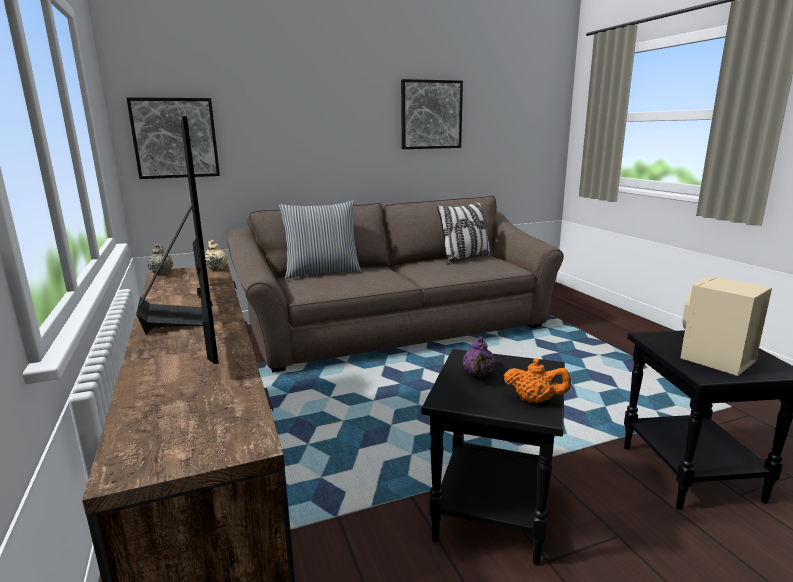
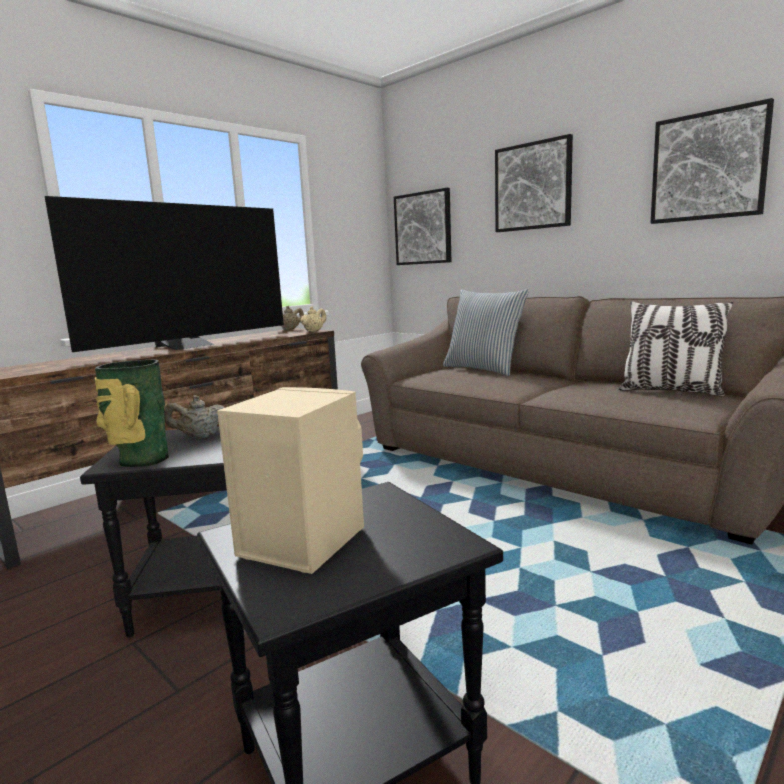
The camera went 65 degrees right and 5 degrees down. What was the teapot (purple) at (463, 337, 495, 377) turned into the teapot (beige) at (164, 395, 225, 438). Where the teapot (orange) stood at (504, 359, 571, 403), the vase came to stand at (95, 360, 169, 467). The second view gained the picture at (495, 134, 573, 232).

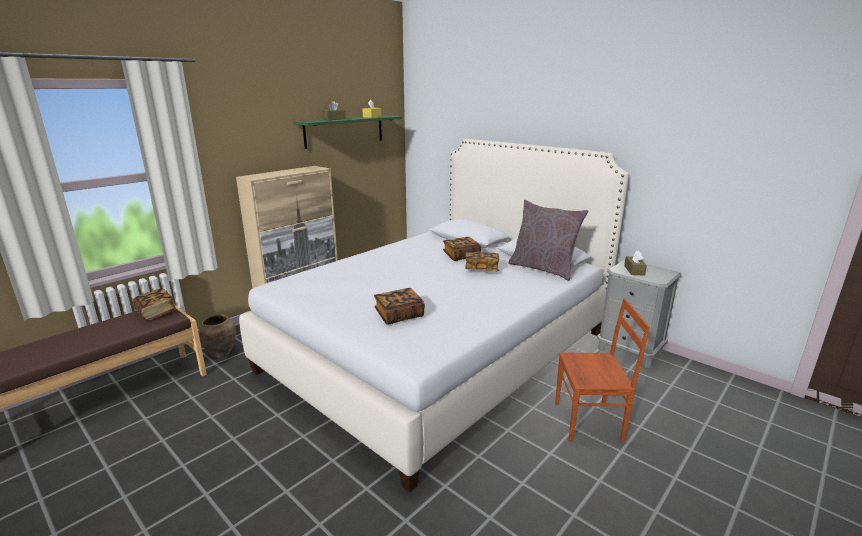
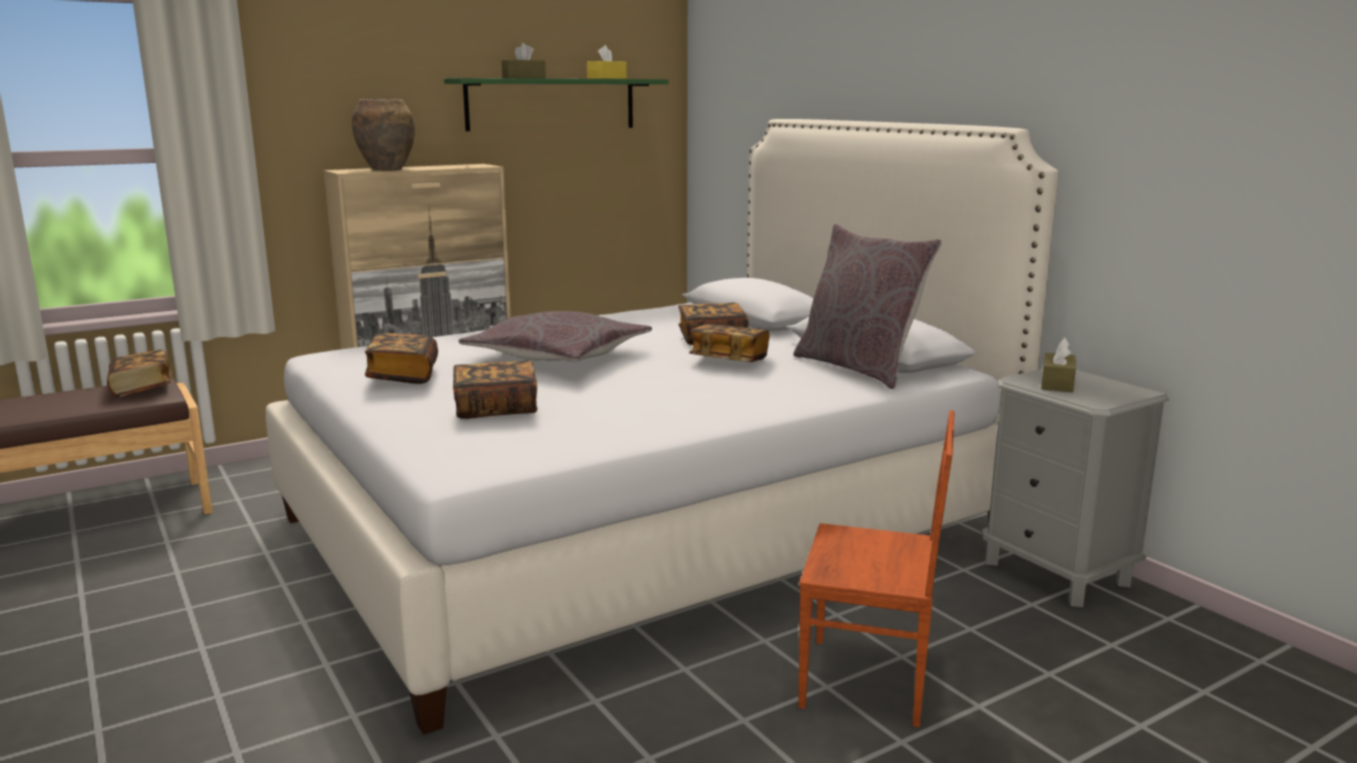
The camera went 15 degrees right and 5 degrees down. The vase (brown) ended up elsewhere, having gone from (199, 314, 236, 358) to (352, 99, 415, 170). The second view gained the pillow (grey) at (459, 311, 652, 362). The second view gained the book at (365, 333, 438, 384).

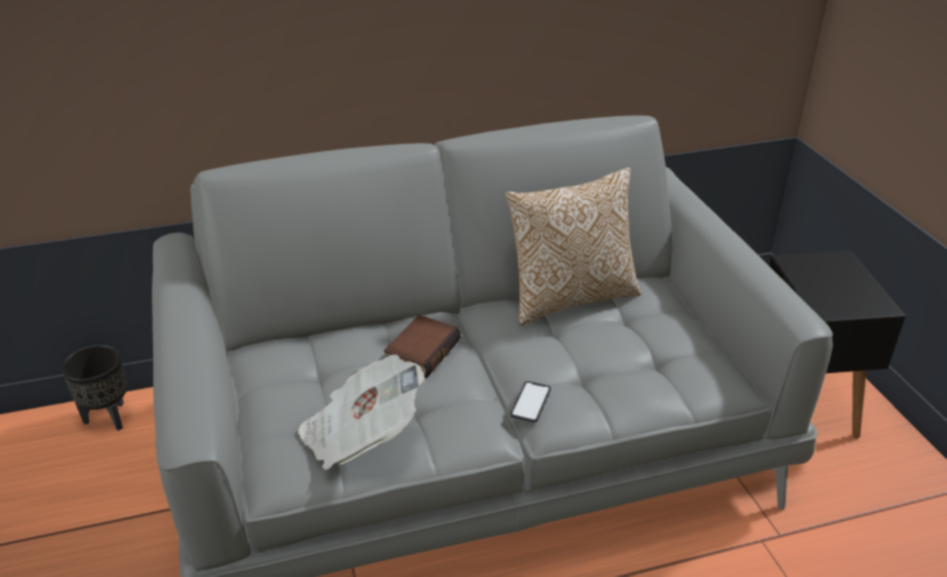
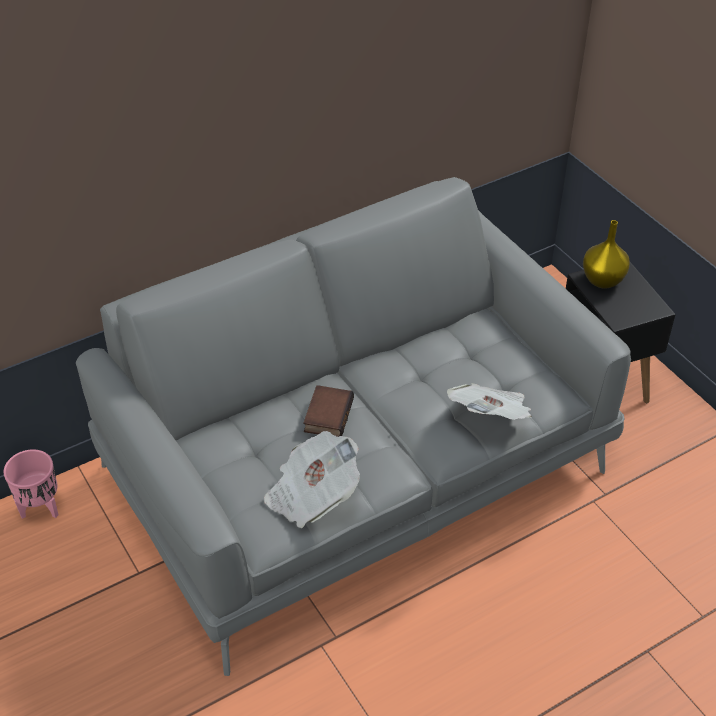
The camera went 15 degrees left and 10 degrees up. The second view lost the pillow at (505, 167, 641, 325). What was the planter (black) at (62, 345, 127, 431) turned into the planter (pink) at (3, 449, 59, 519). The second view lost the phone at (510, 381, 551, 423). The second view gained the vase (yellow) at (583, 220, 630, 288). The second view gained the newspaper at (447, 383, 531, 420).

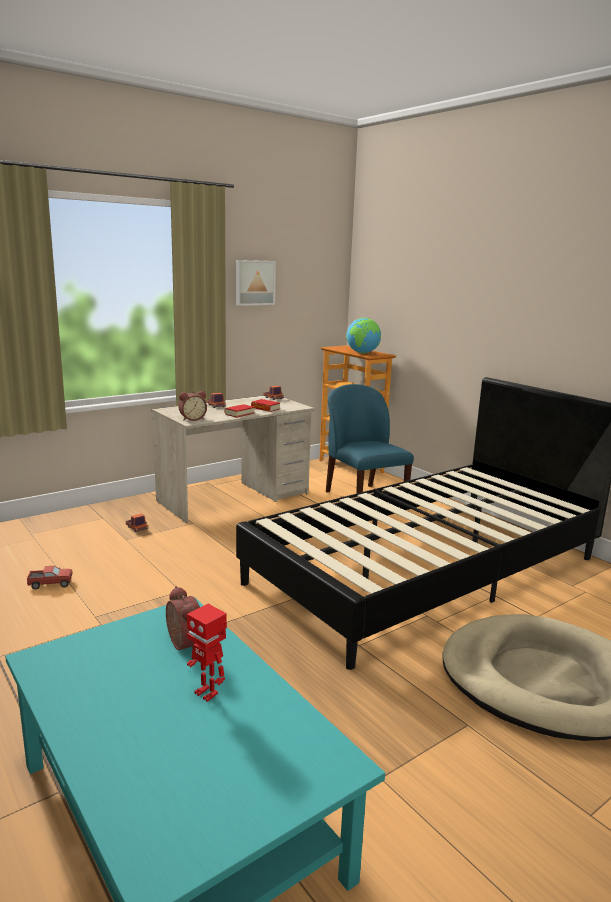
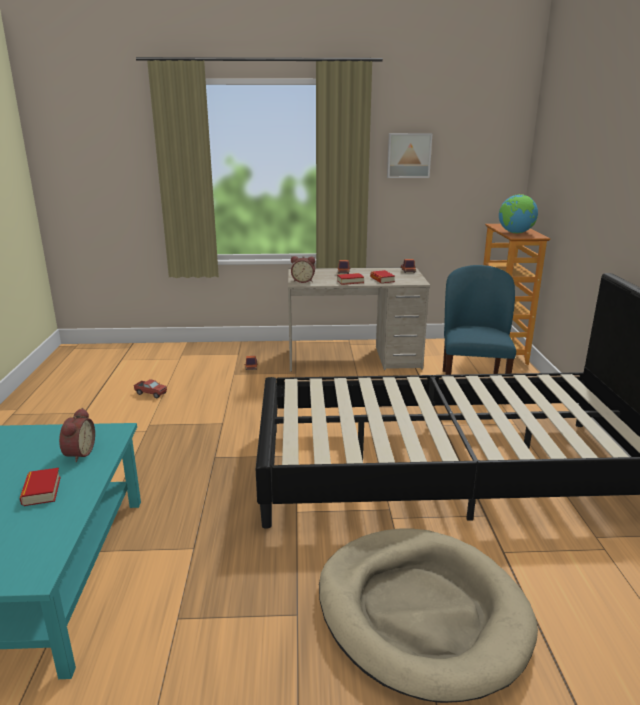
The camera went 35 degrees right and 5 degrees up. Where the toy robot stood at (187, 604, 227, 702), the book came to stand at (20, 468, 61, 506).

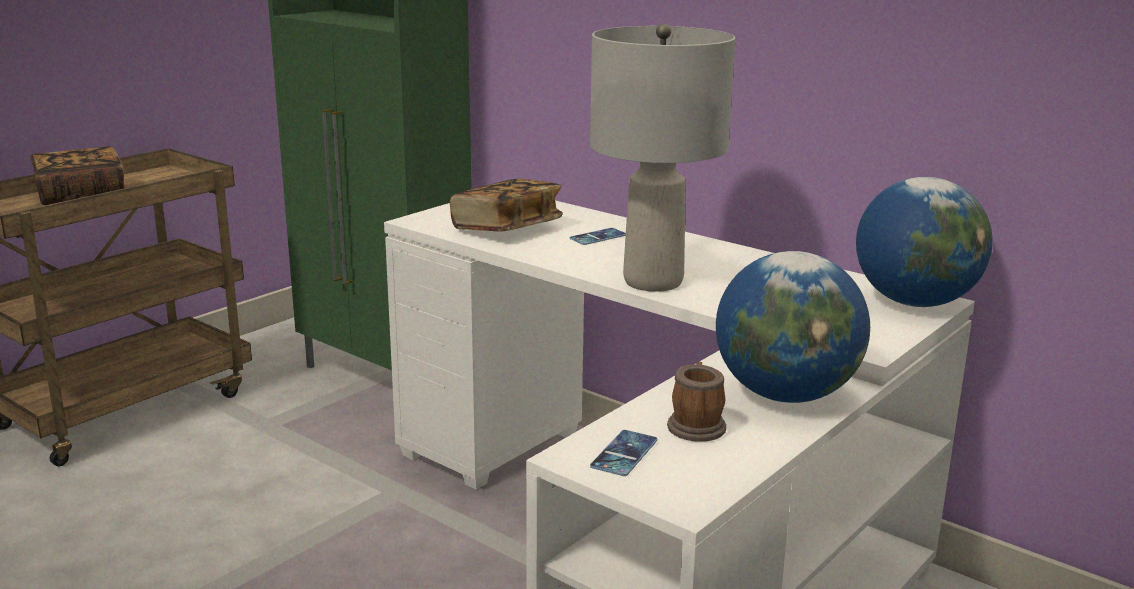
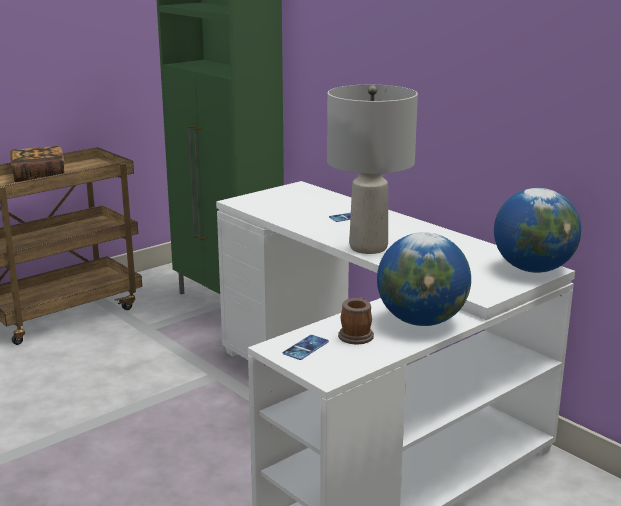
The camera went 10 degrees right and 0 degrees up. The second view lost the book at (450, 179, 563, 232).

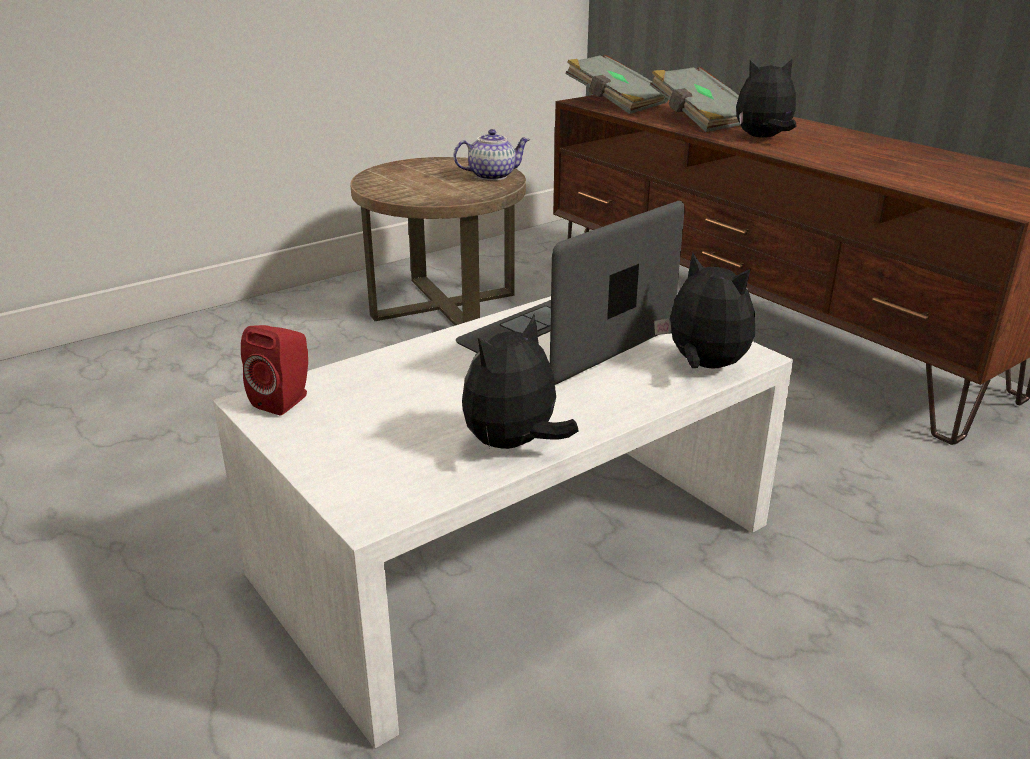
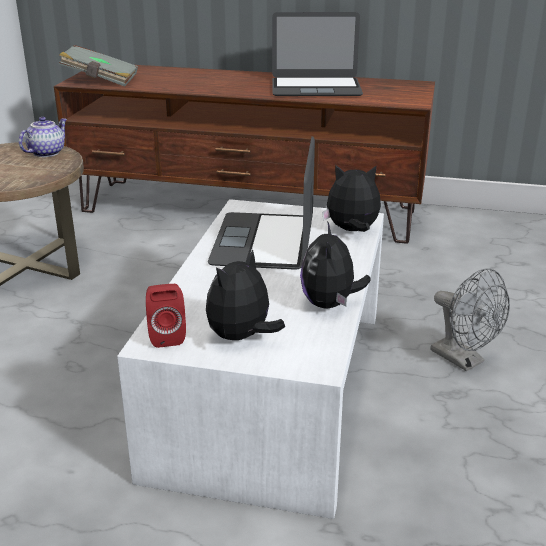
The camera went 40 degrees left and 0 degrees up. The plush toy ended up elsewhere, having gone from (736, 58, 796, 138) to (206, 249, 285, 342). The second view lost the book (grey) at (650, 67, 740, 132). The second view gained the laptop at (272, 12, 363, 96). The second view gained the fan (grey) at (431, 268, 510, 371).

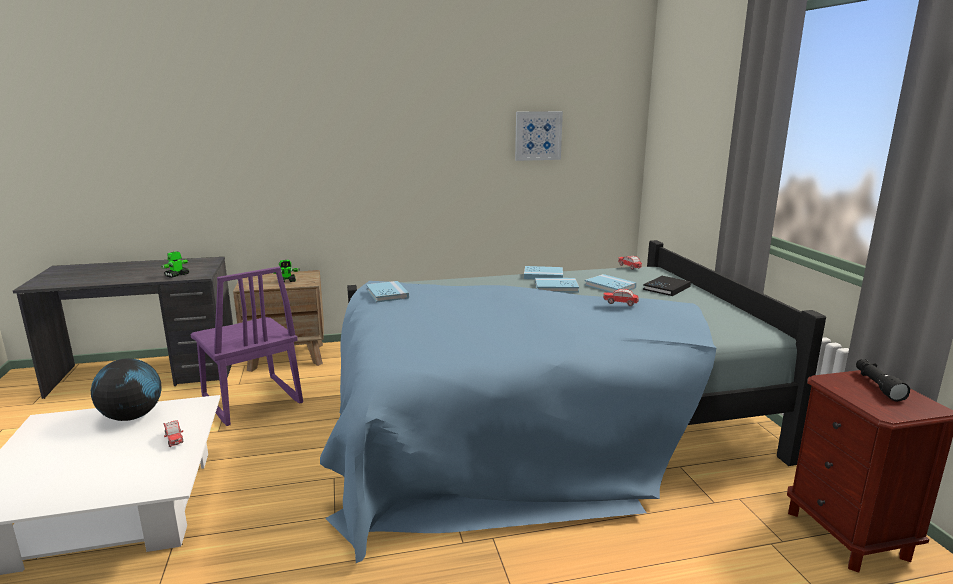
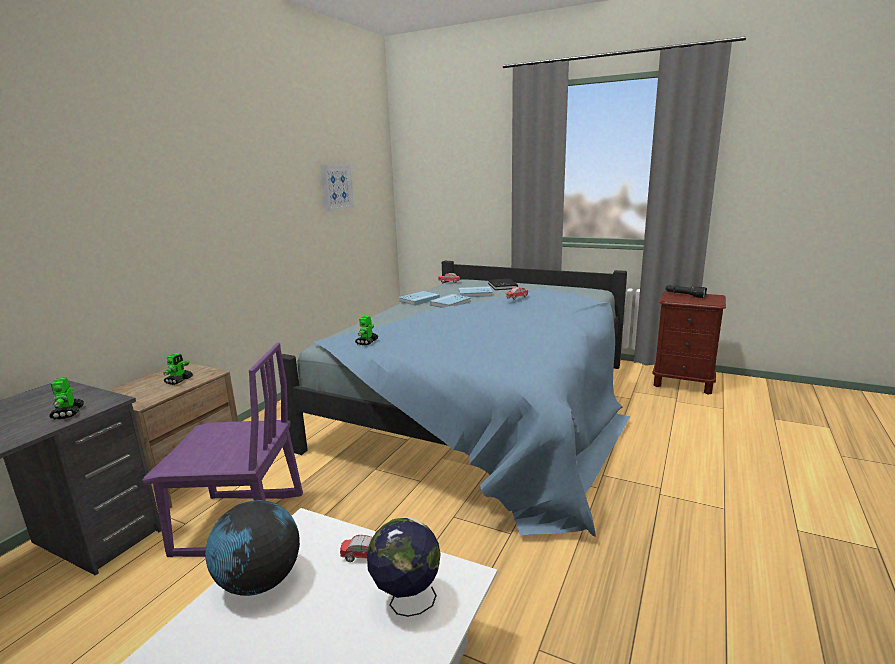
The camera went 50 degrees left and 0 degrees up. Where the book (blue) stood at (366, 281, 409, 303), the toy robot came to stand at (355, 316, 378, 345). The second view gained the globe at (367, 518, 441, 617).

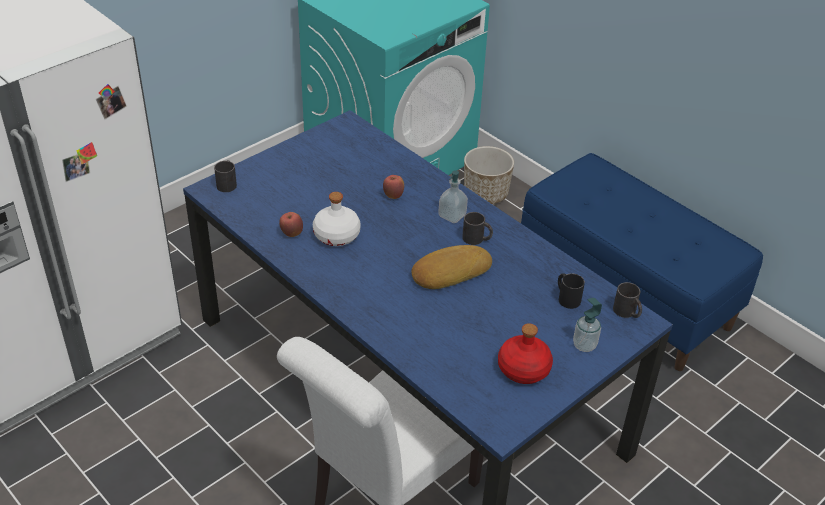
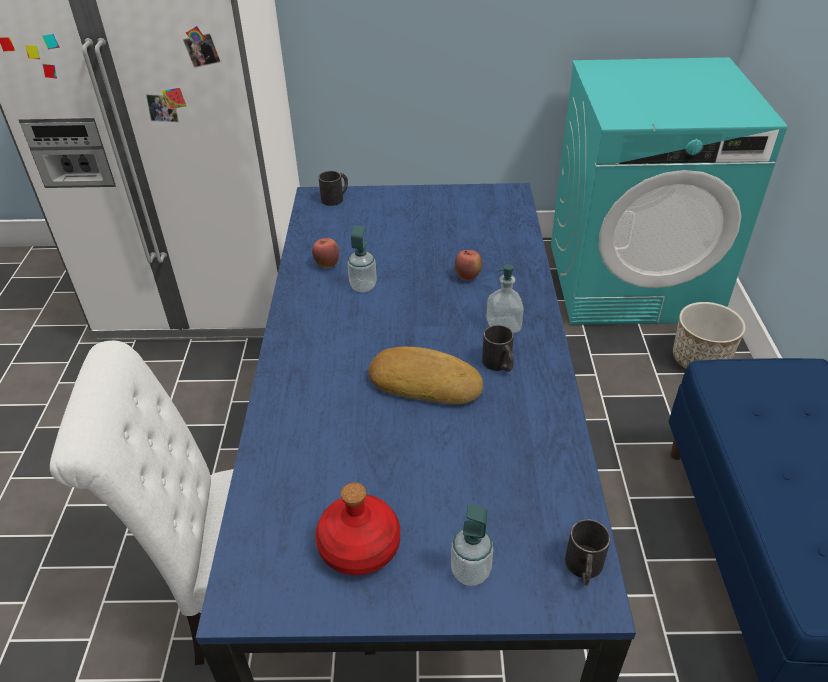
The camera went 45 degrees right and 0 degrees up. Where the bottle (white) stood at (313, 192, 361, 246), the soap dispenser came to stand at (347, 225, 377, 292). The second view lost the mug (black) at (558, 273, 585, 309).

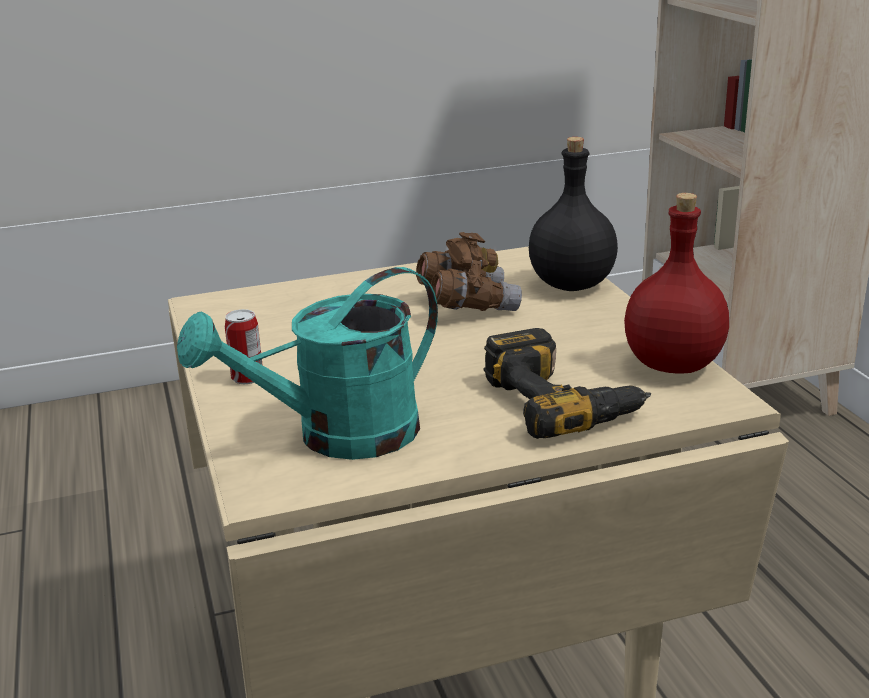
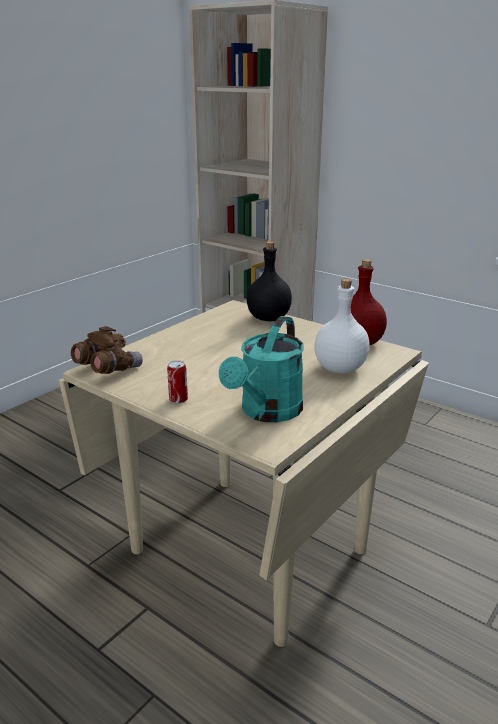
The camera went 35 degrees left and 0 degrees up. The binoculars (brown) ended up elsewhere, having gone from (416, 232, 522, 311) to (71, 326, 143, 374). Where the power drill stood at (484, 328, 651, 439), the bottle (white) came to stand at (314, 279, 370, 374).

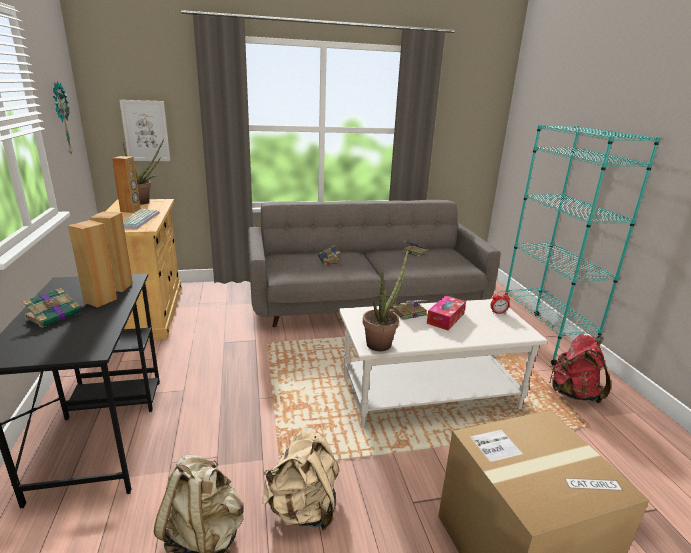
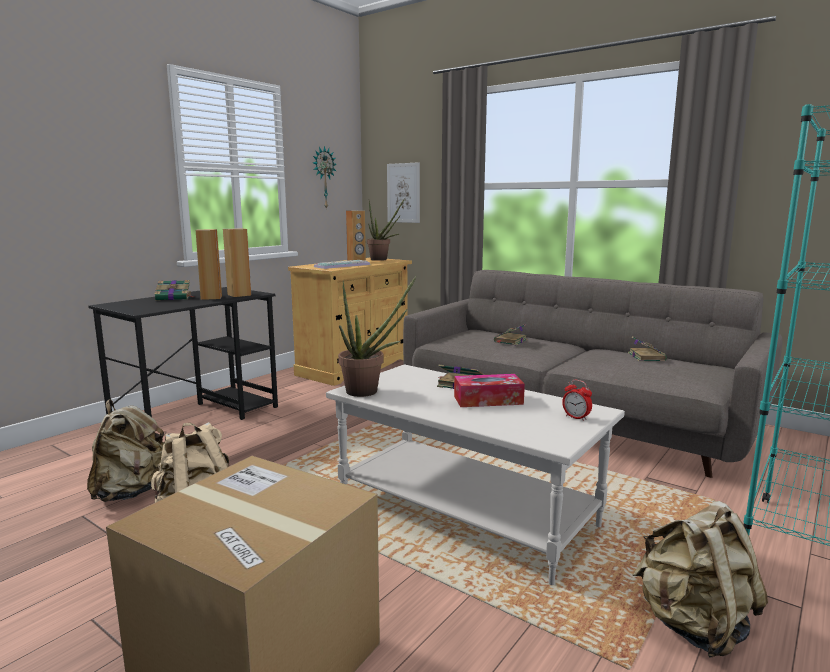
The camera went 50 degrees right and 10 degrees down. What was the backpack (red) at (549, 333, 611, 403) turned into the backpack (beige) at (633, 501, 768, 657).

